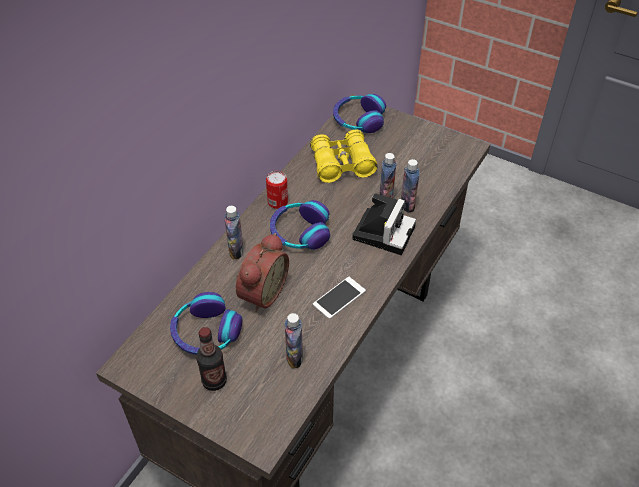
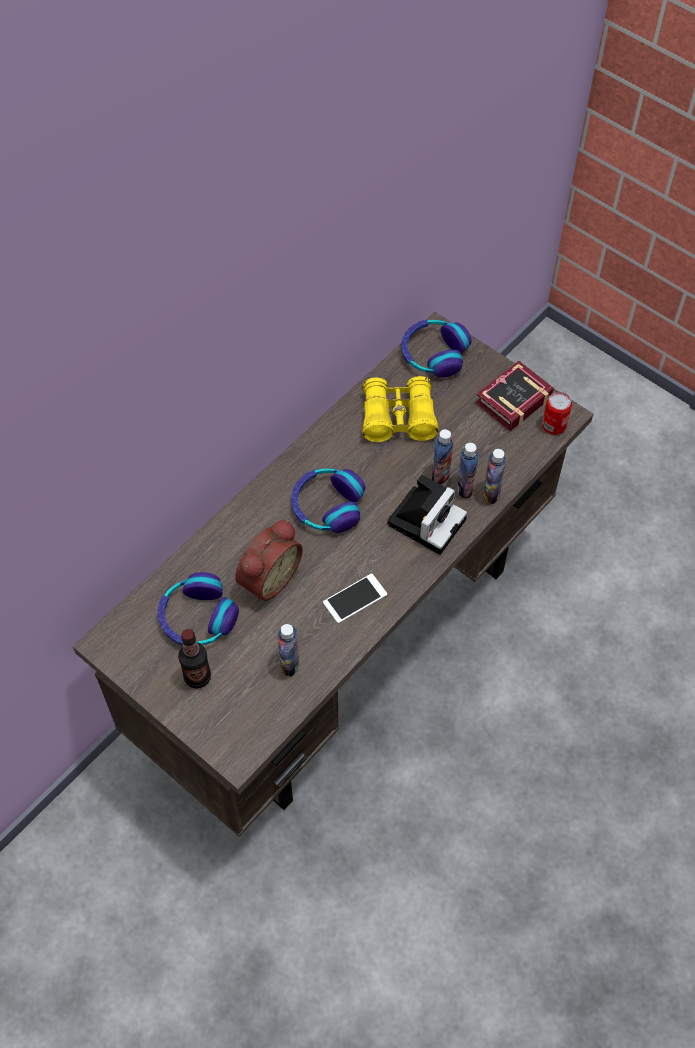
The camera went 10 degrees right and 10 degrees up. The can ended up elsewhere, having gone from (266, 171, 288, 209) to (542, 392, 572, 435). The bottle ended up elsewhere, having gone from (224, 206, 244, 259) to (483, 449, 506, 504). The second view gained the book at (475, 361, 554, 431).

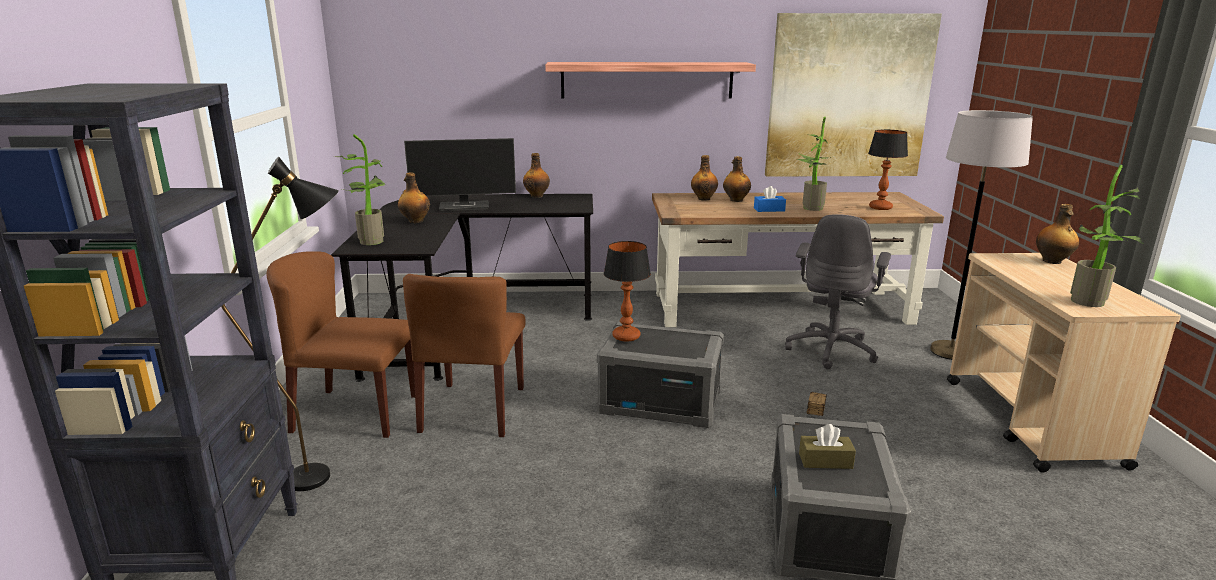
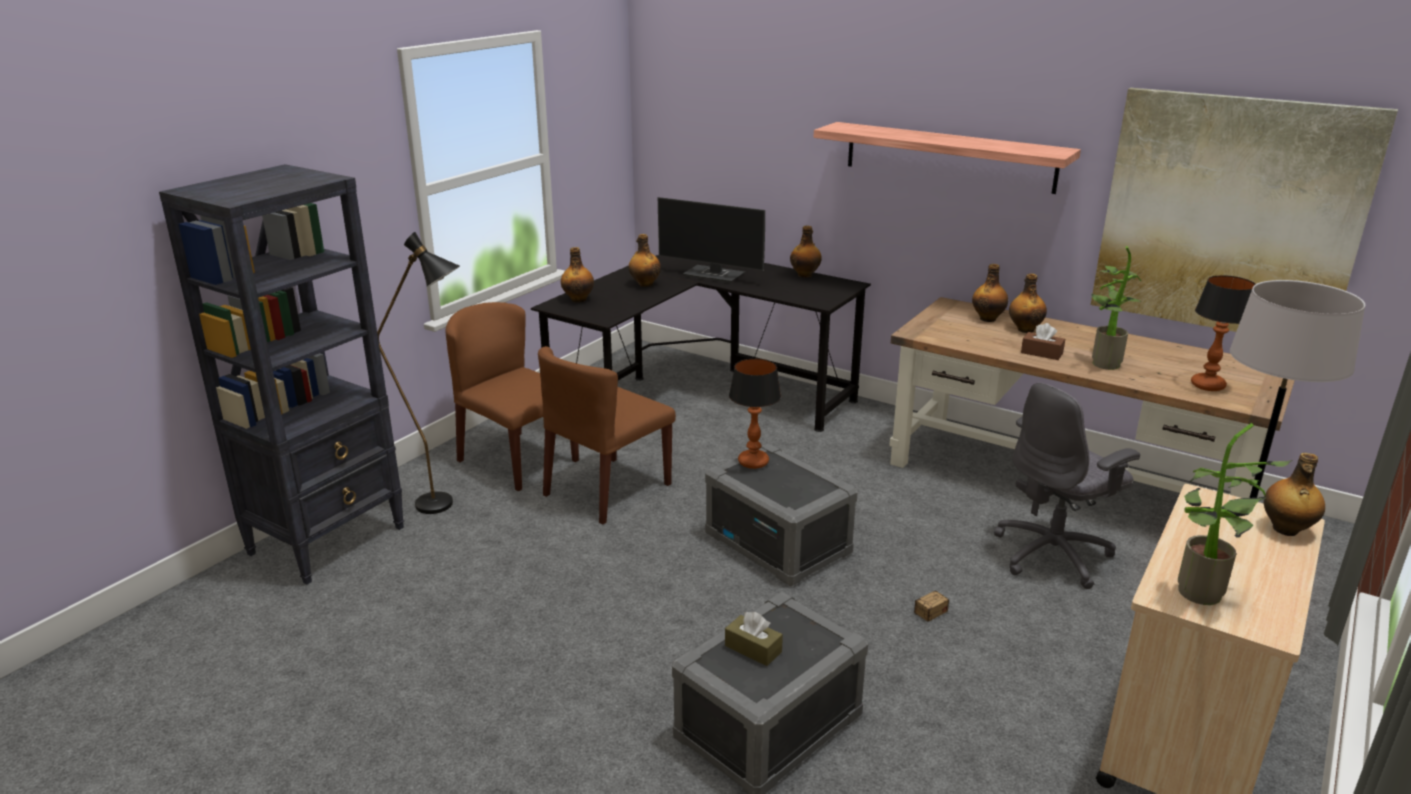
The camera went 35 degrees right and 5 degrees up. Where the potted plant stood at (334, 134, 385, 245), the bottle came to stand at (561, 247, 594, 303). What was the tissue box (blue) at (754, 186, 786, 212) turned into the tissue box (brown) at (1021, 323, 1065, 360).

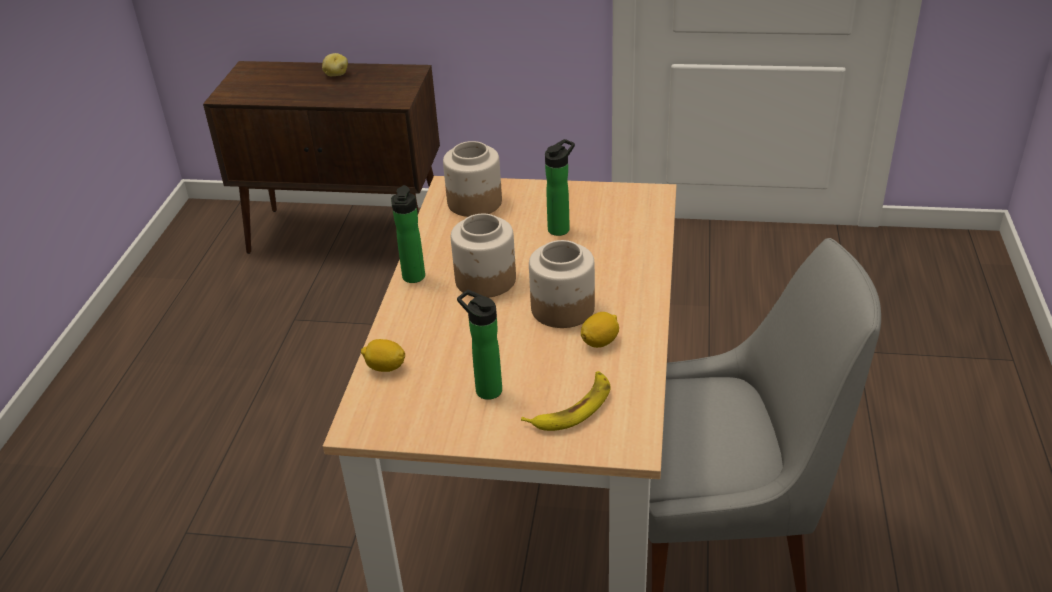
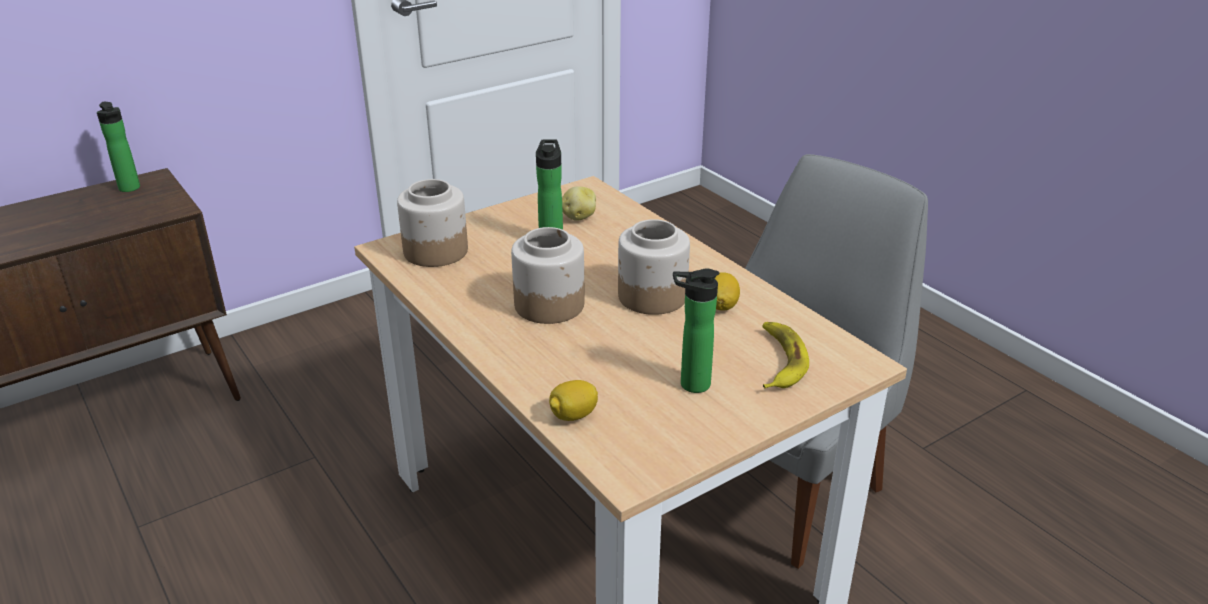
The camera went 45 degrees left and 5 degrees down. The potato ended up elsewhere, having gone from (322, 53, 348, 76) to (562, 186, 596, 221). The bottle ended up elsewhere, having gone from (391, 185, 425, 283) to (97, 102, 140, 192).

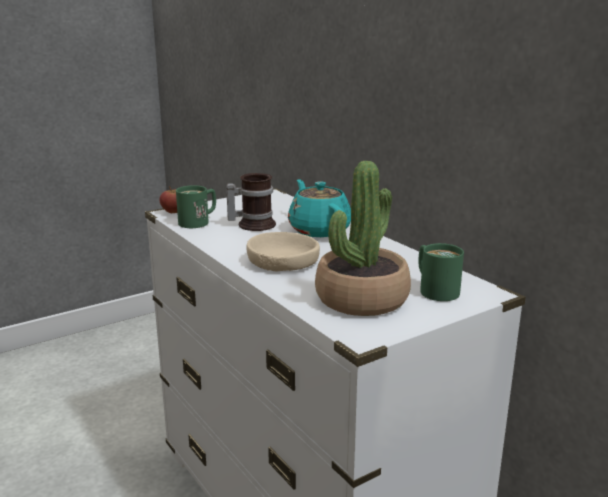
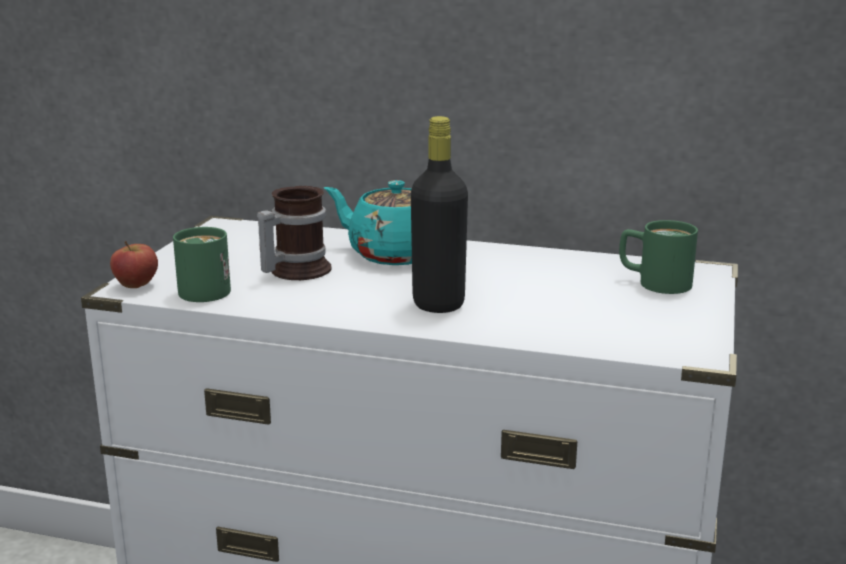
The camera went 40 degrees left and 0 degrees up. The second view lost the potted plant at (315, 161, 411, 316). Where the bowl (beige) stood at (246, 232, 320, 271), the bottle (black) came to stand at (411, 116, 468, 313).

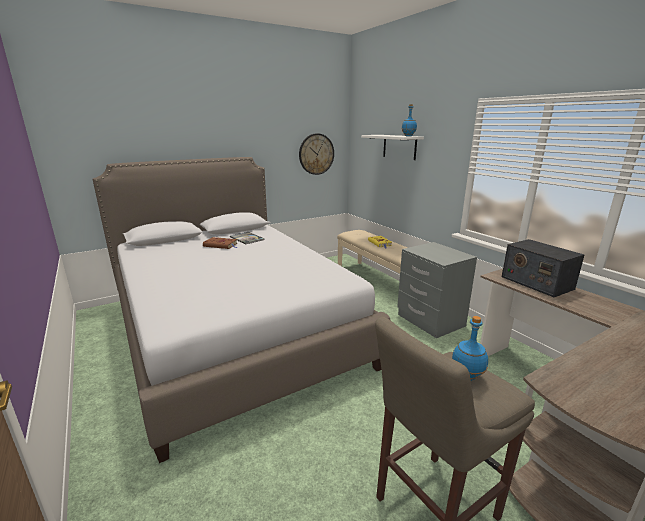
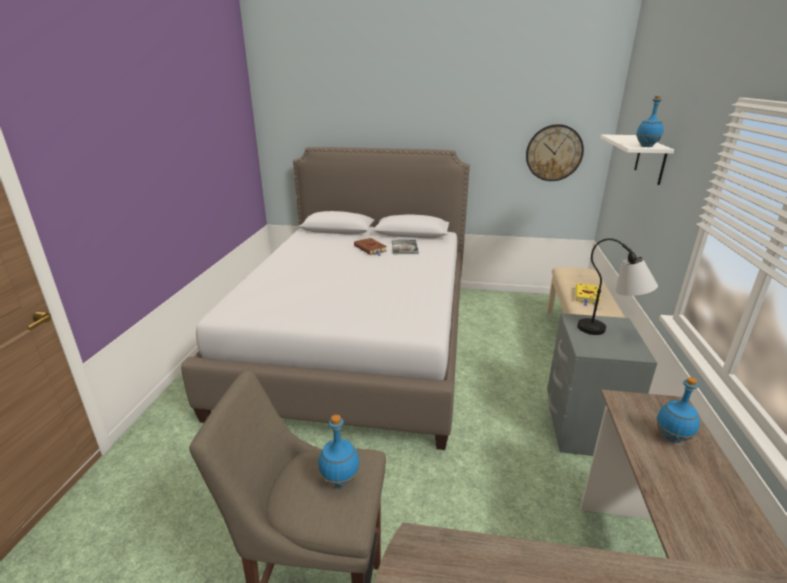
The camera went 40 degrees right and 5 degrees up. Where the radio stood at (502, 239, 584, 297), the bottle (blue) came to stand at (656, 377, 700, 443). The second view gained the table lamp at (577, 238, 658, 335).

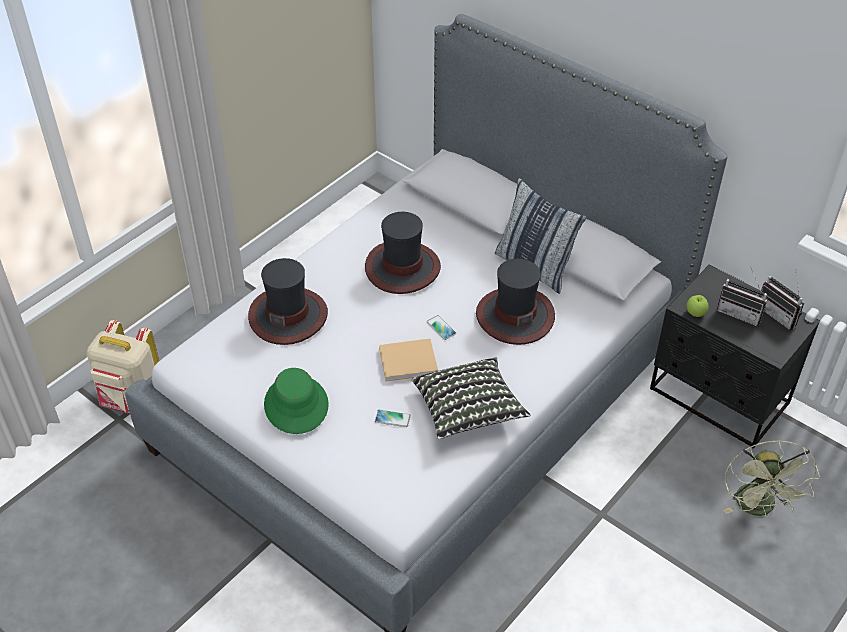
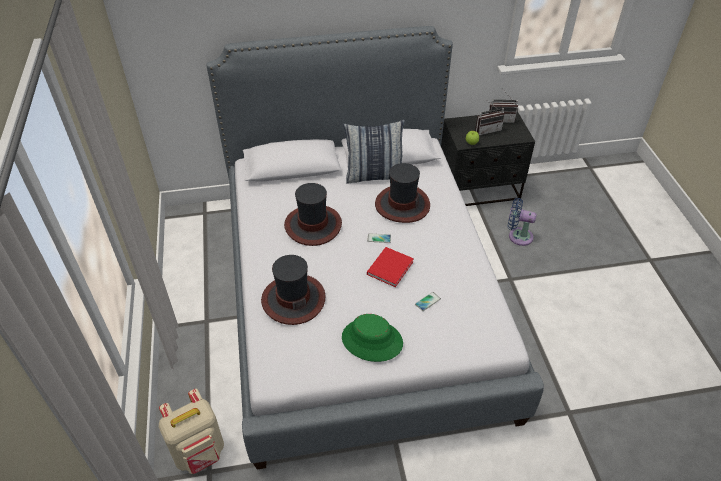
The camera went 50 degrees left and 0 degrees up. What was the book (beige) at (379, 339, 438, 381) turned into the book (red) at (367, 247, 414, 287). The second view lost the pillow at (412, 357, 531, 439). The second view lost the fan (green) at (723, 440, 820, 517). The second view gained the fan (blue) at (508, 198, 537, 246).

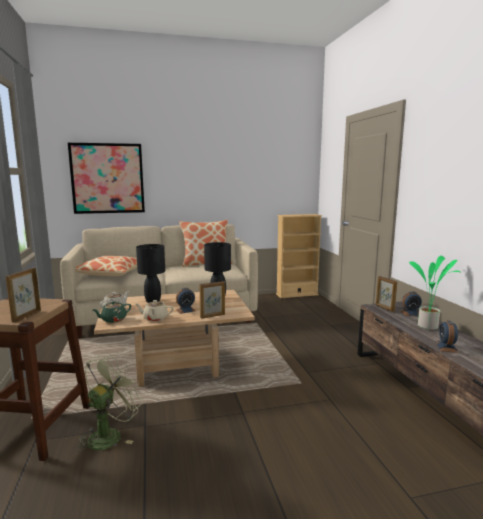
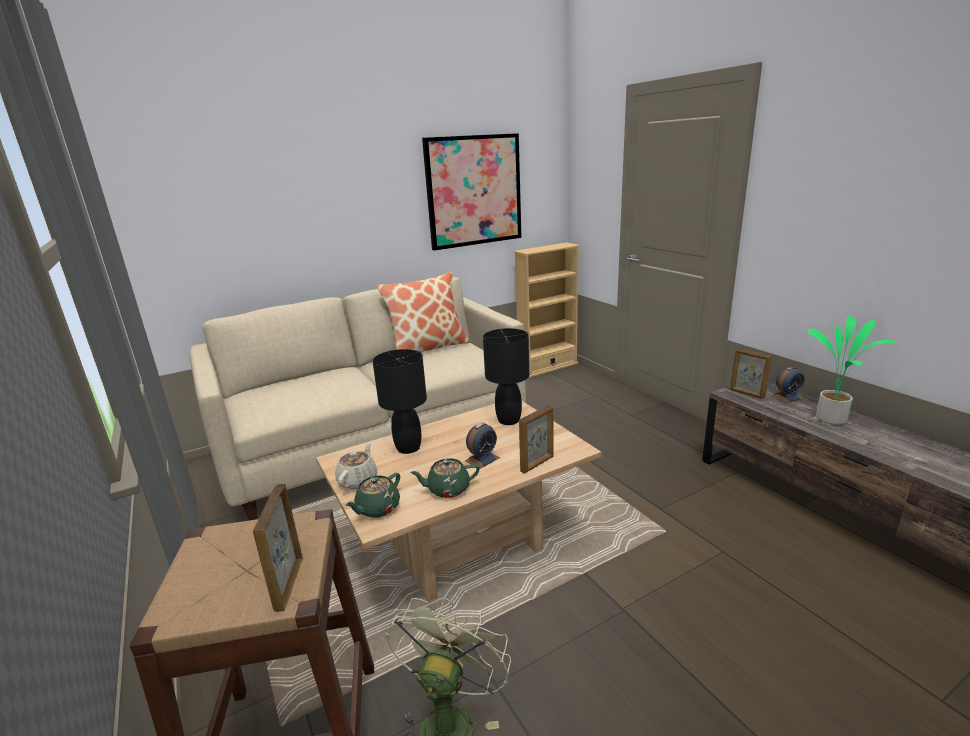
The camera went 15 degrees left and 10 degrees up. The picture ended up elsewhere, having gone from (68, 143, 145, 214) to (422, 133, 522, 251). The second view lost the pillow at (75, 256, 137, 276). What was the teapot (beige) at (136, 300, 173, 321) turned into the teapot (green) at (410, 458, 480, 498). The second view lost the alarm clock at (436, 320, 458, 353).

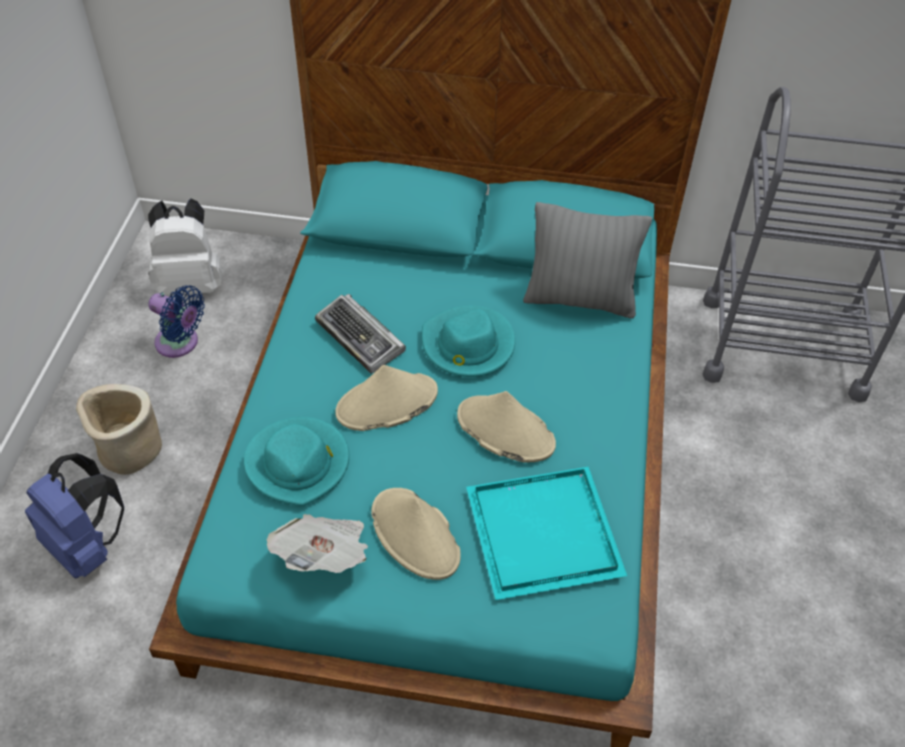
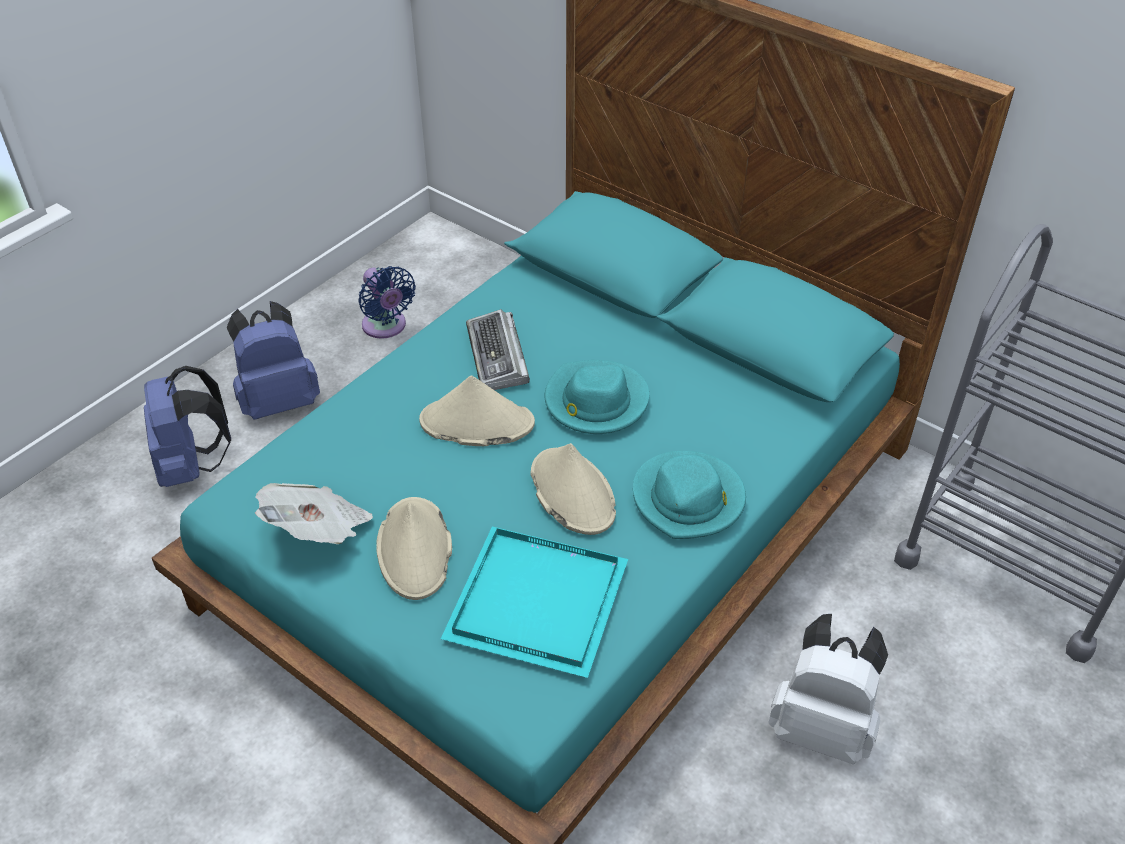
The camera went 30 degrees right and 5 degrees down. The backpack (white) ended up elsewhere, having gone from (148, 198, 222, 296) to (769, 614, 888, 764). The second view lost the pillow (grey) at (523, 202, 652, 318). Where the planter (beige) stood at (76, 384, 162, 475), the backpack (blue) came to stand at (227, 301, 320, 420). The hat (turquoise) ended up elsewhere, having gone from (244, 417, 349, 506) to (633, 451, 746, 539).

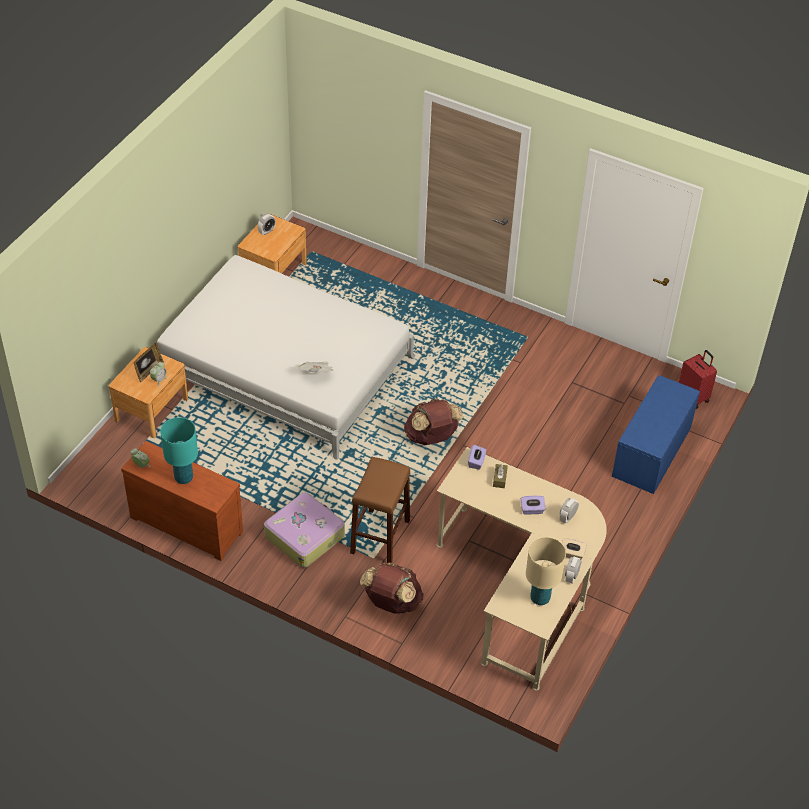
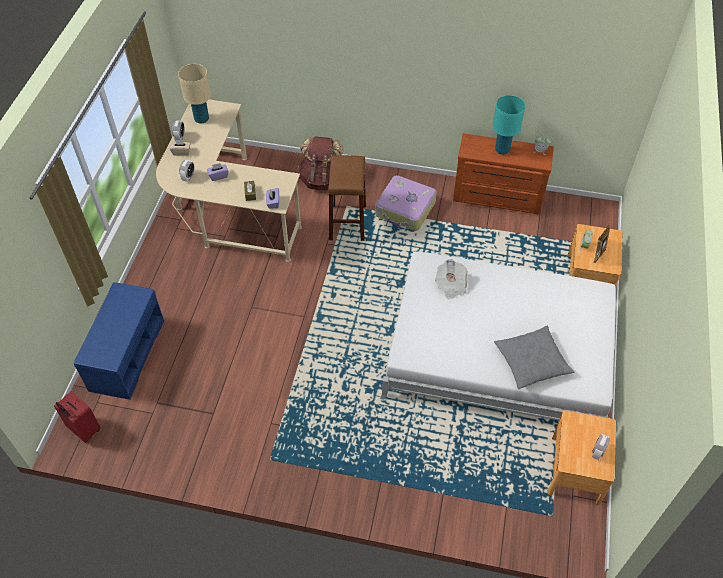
The camera went 165 degrees right and 5 degrees up. The second view lost the backpack (brown) at (404, 399, 463, 445). The second view gained the pillow (grey) at (494, 326, 574, 389).

